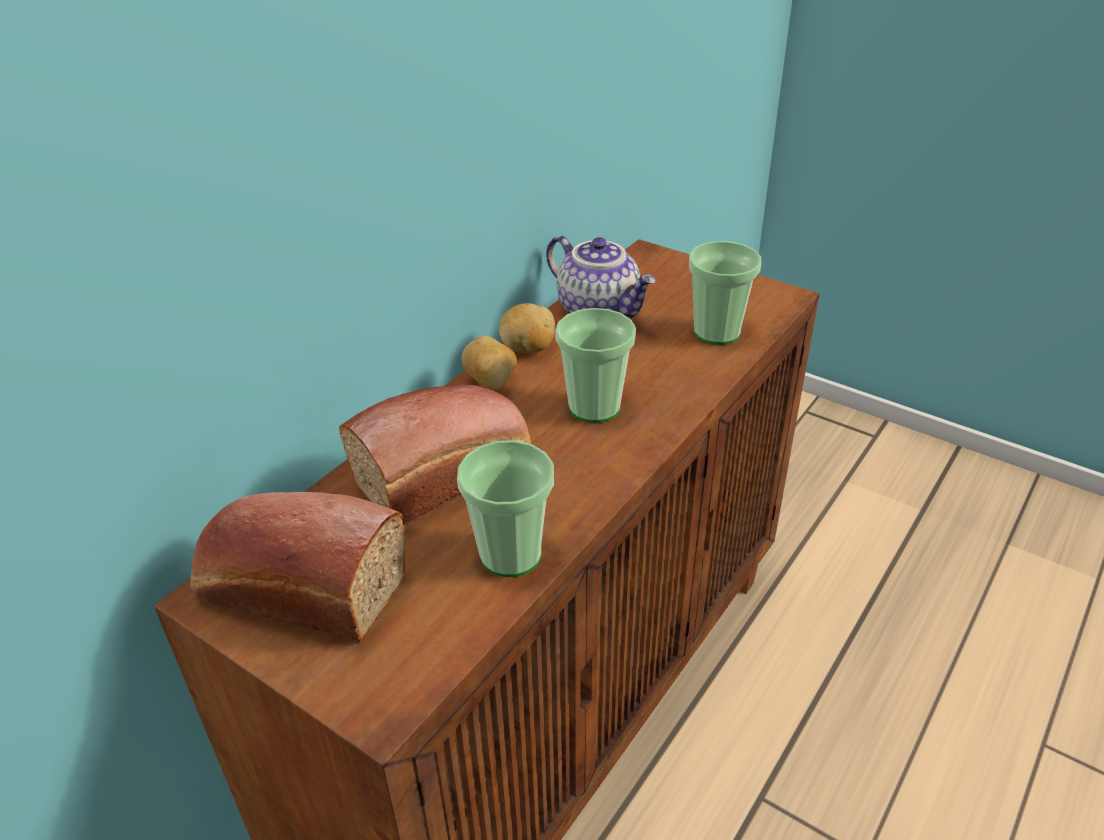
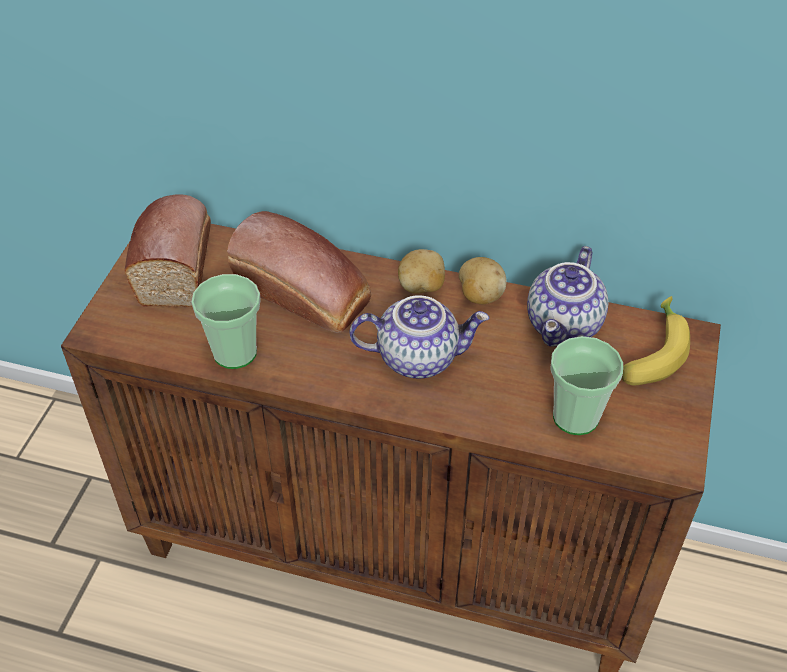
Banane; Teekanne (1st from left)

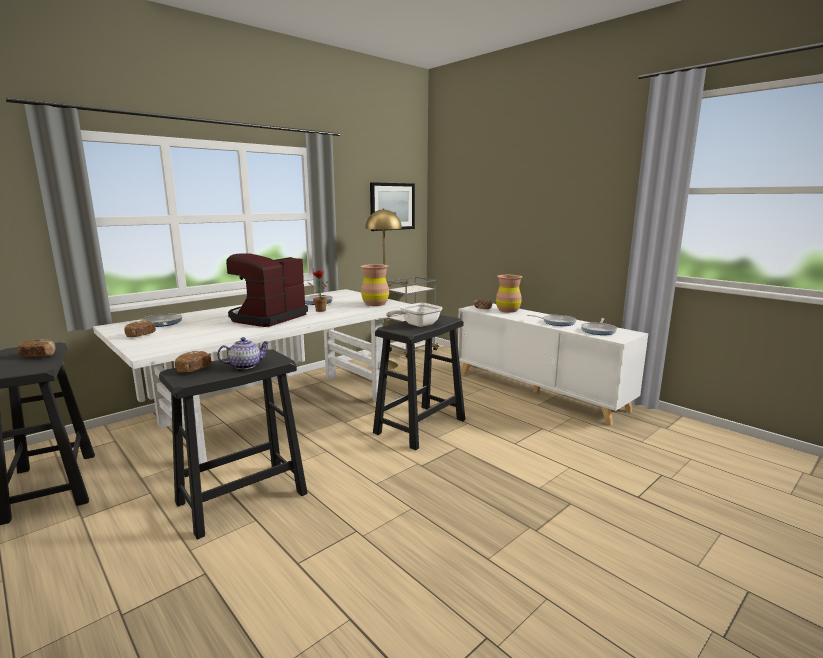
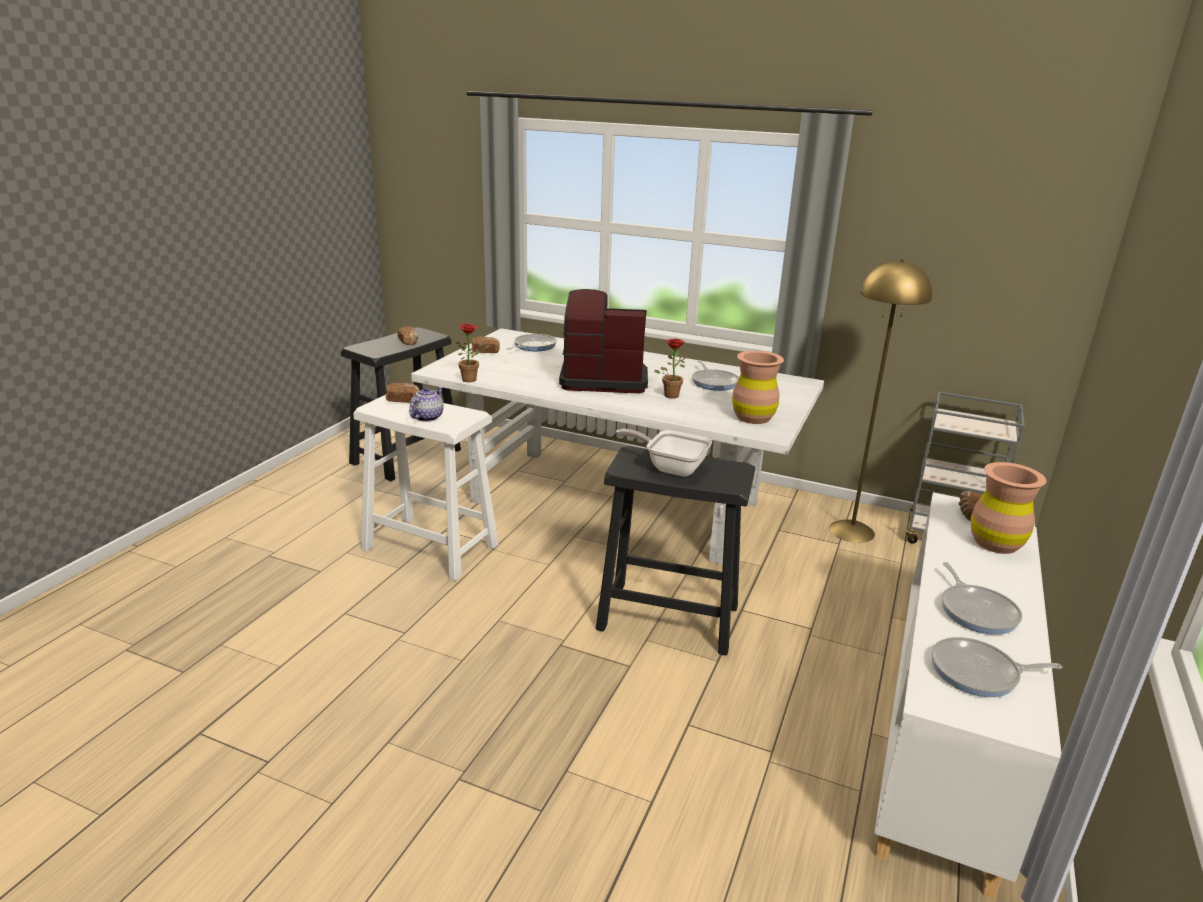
Bild; Topfpflanze (1st from left); Hocker (weiß); Teekanne

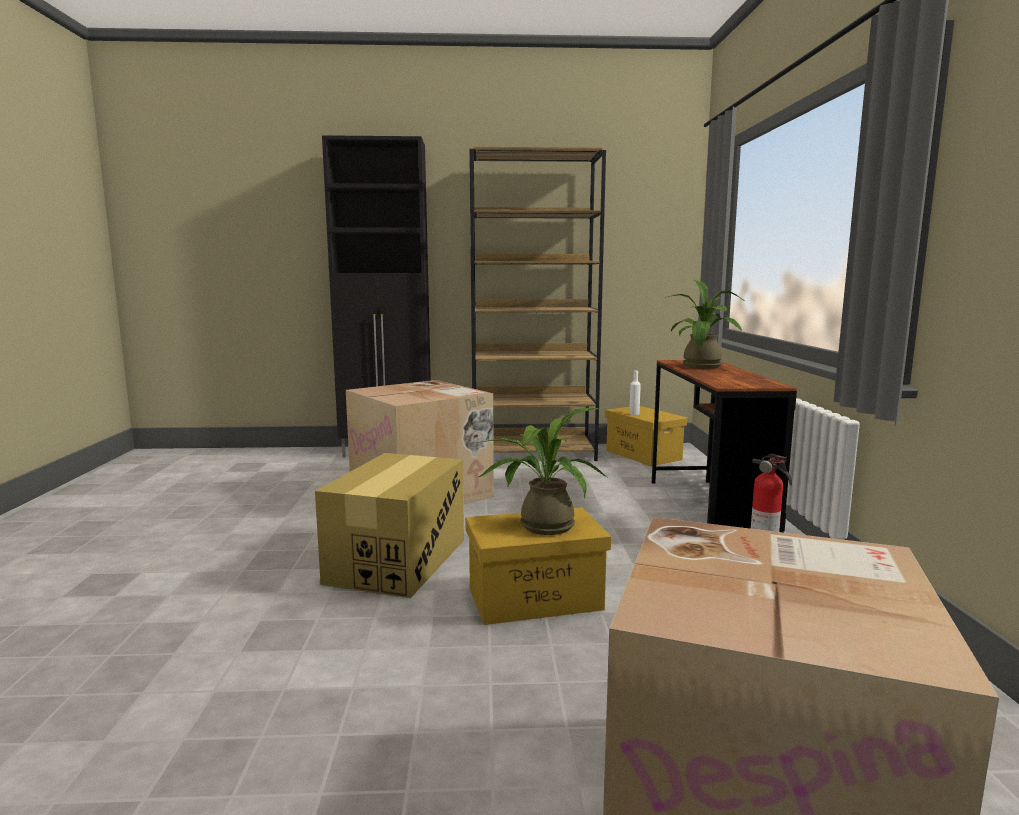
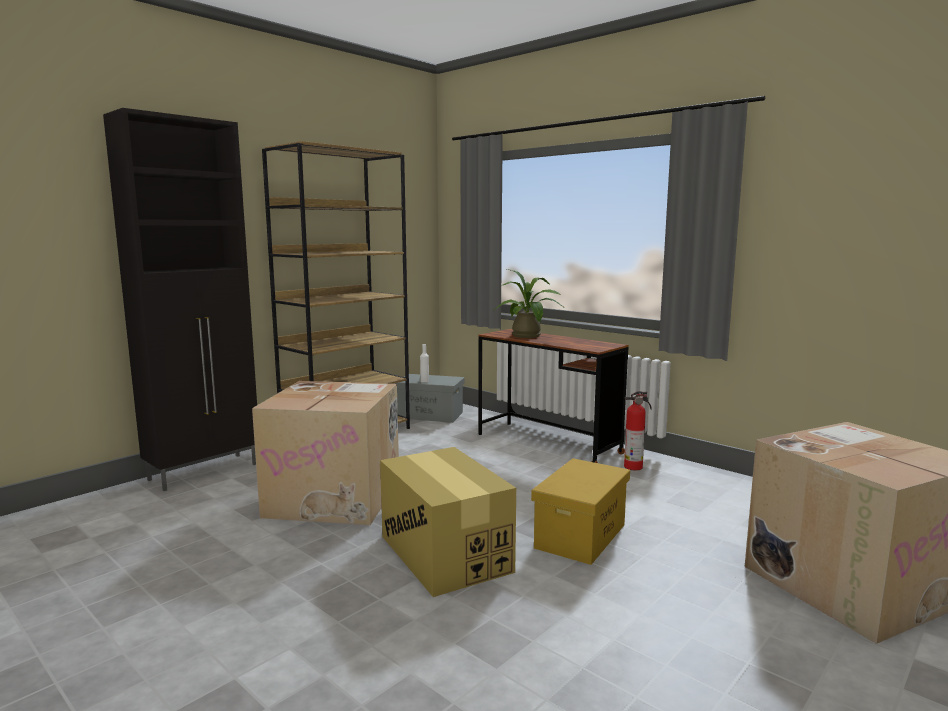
Topfpflanze (1st from left in the first image); Aufbewahrungsbox (grau)

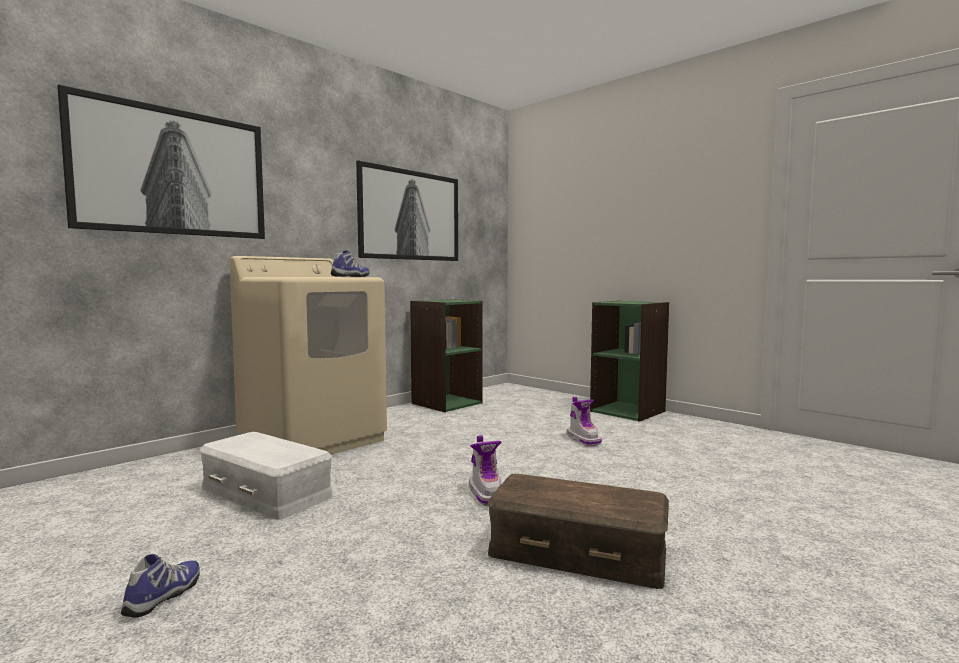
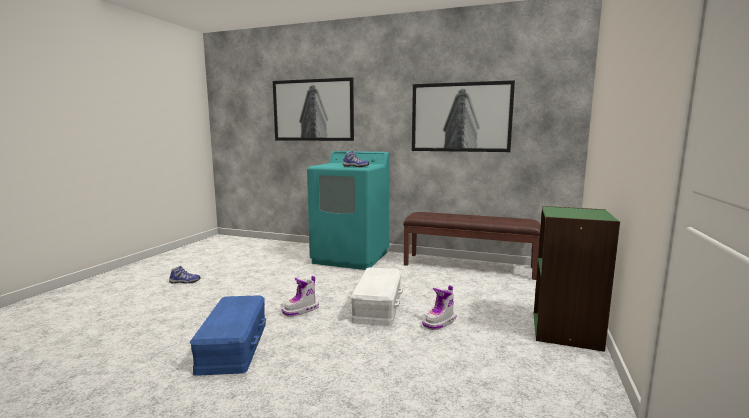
Aufbewahrungsbox (weiß); Bank (braun); Waschmaschine (türkis); Aufbewahrungsbox (blau)

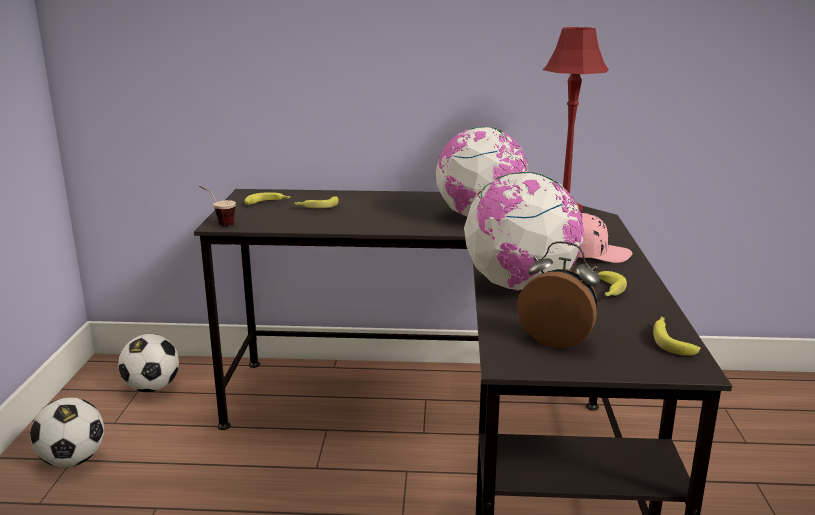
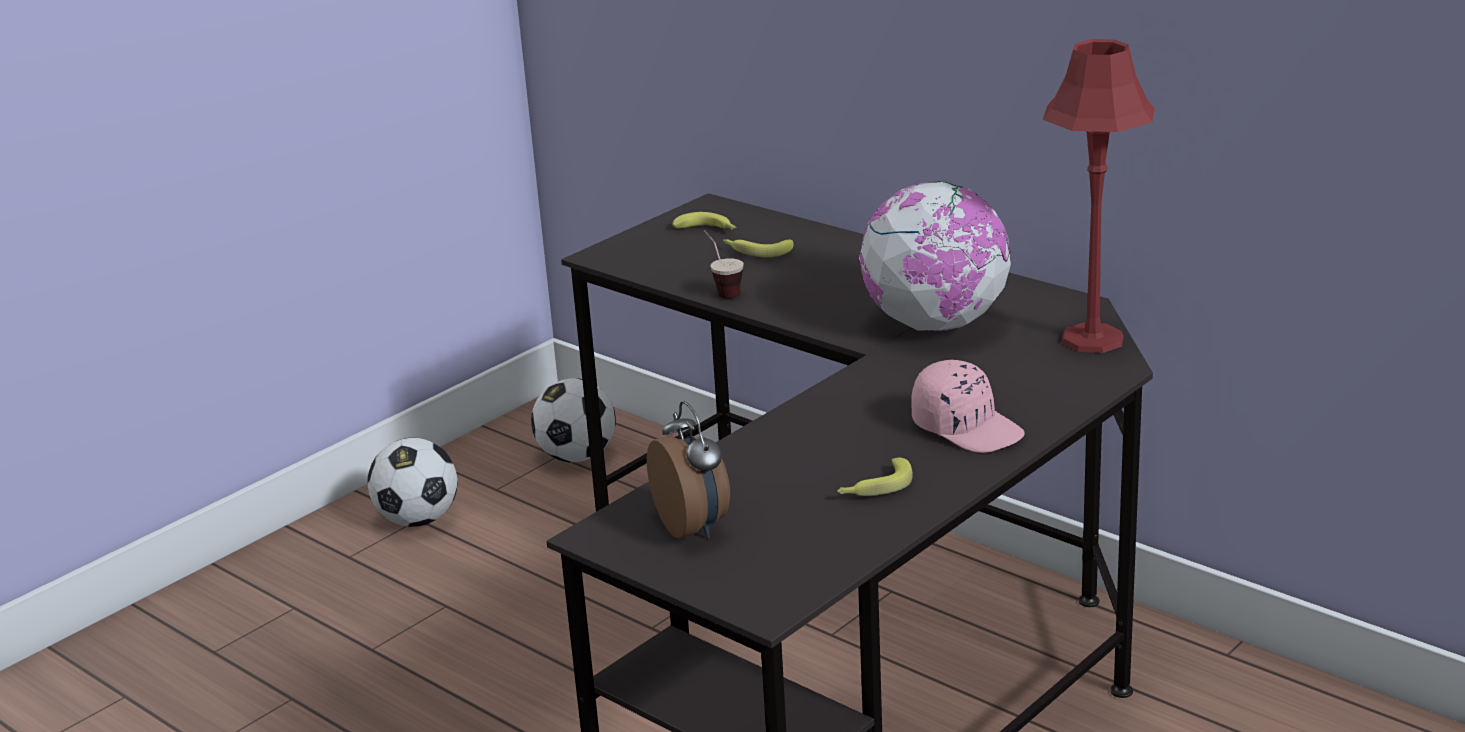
Globus (2nd from left in the first image); Banane (4th from left in the first image); Tasse

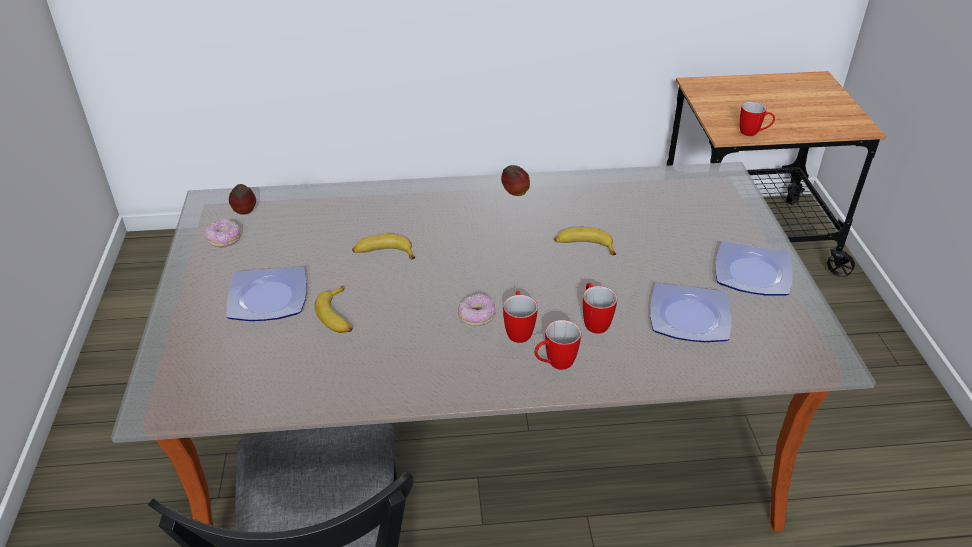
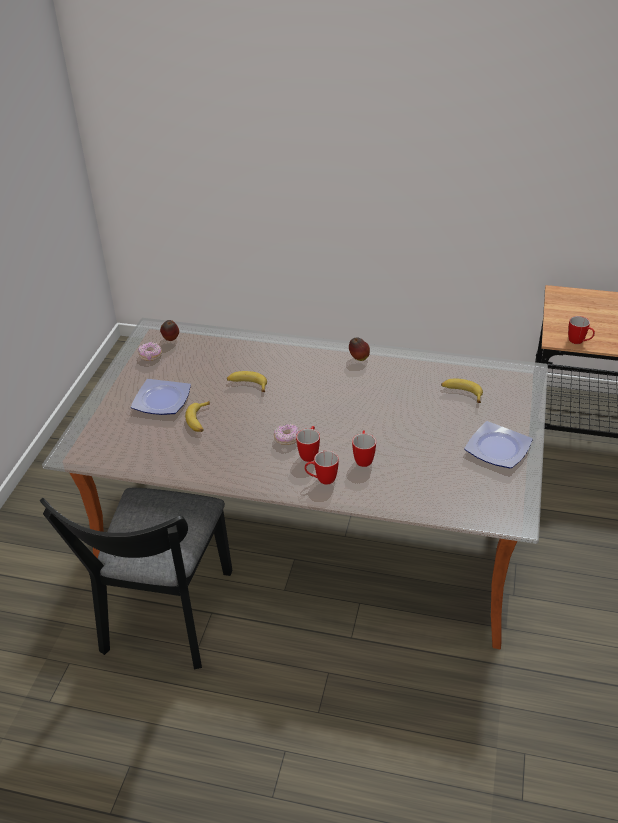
Teller (2nd from left in the first image); Banane (3rd from left)

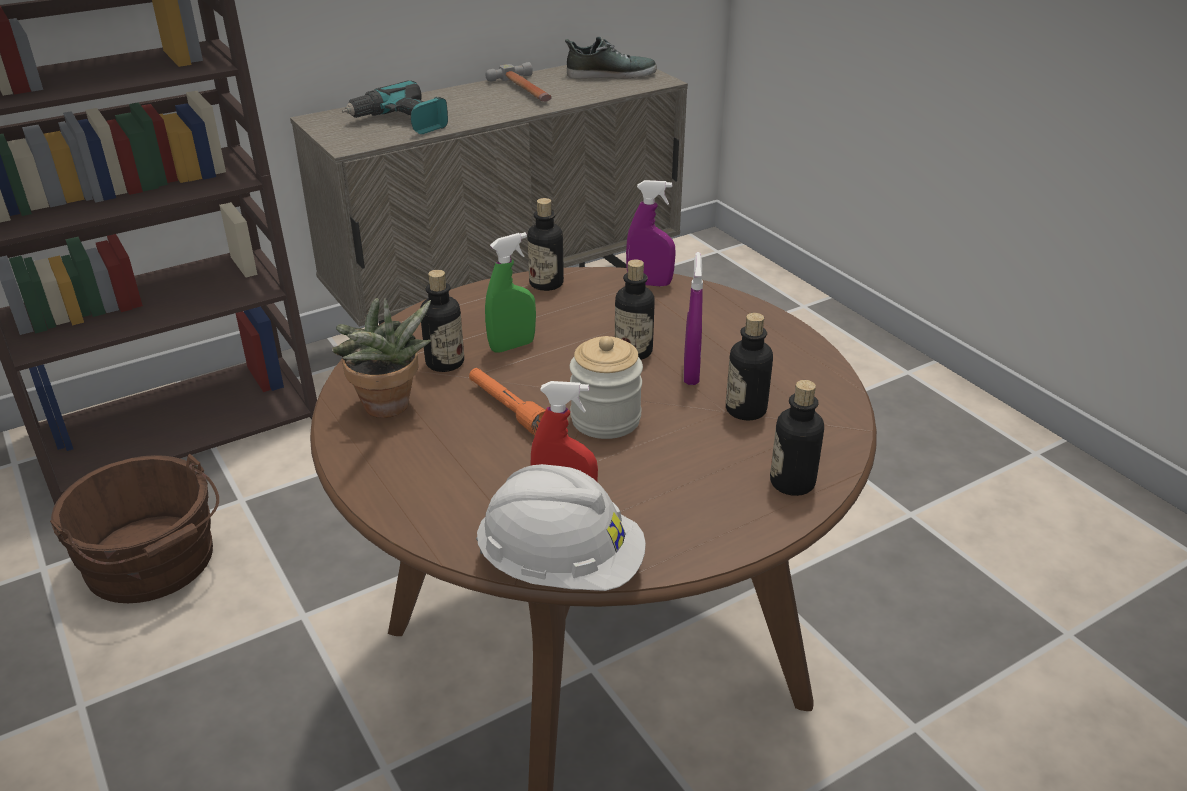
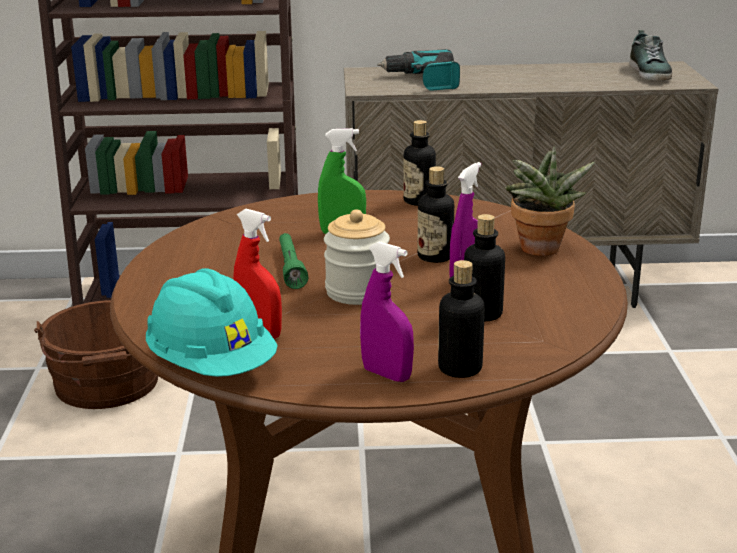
Flasche (1st from left in the first image); Hammer; Topfpflanze; Sprühflasche (lila) (1st from left); Taschenlampe (grün); Schutzhelm (türkis); Schuh

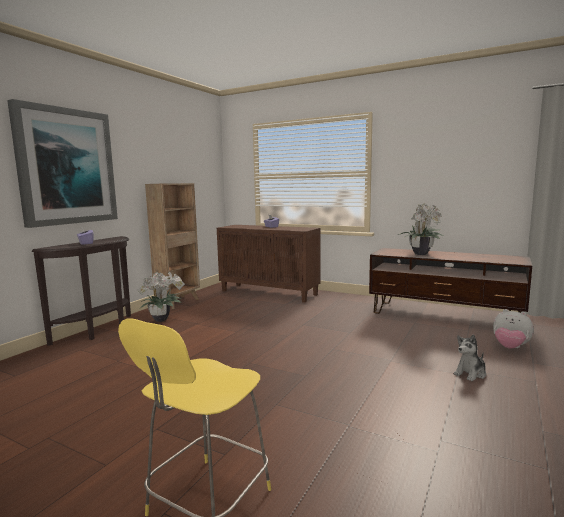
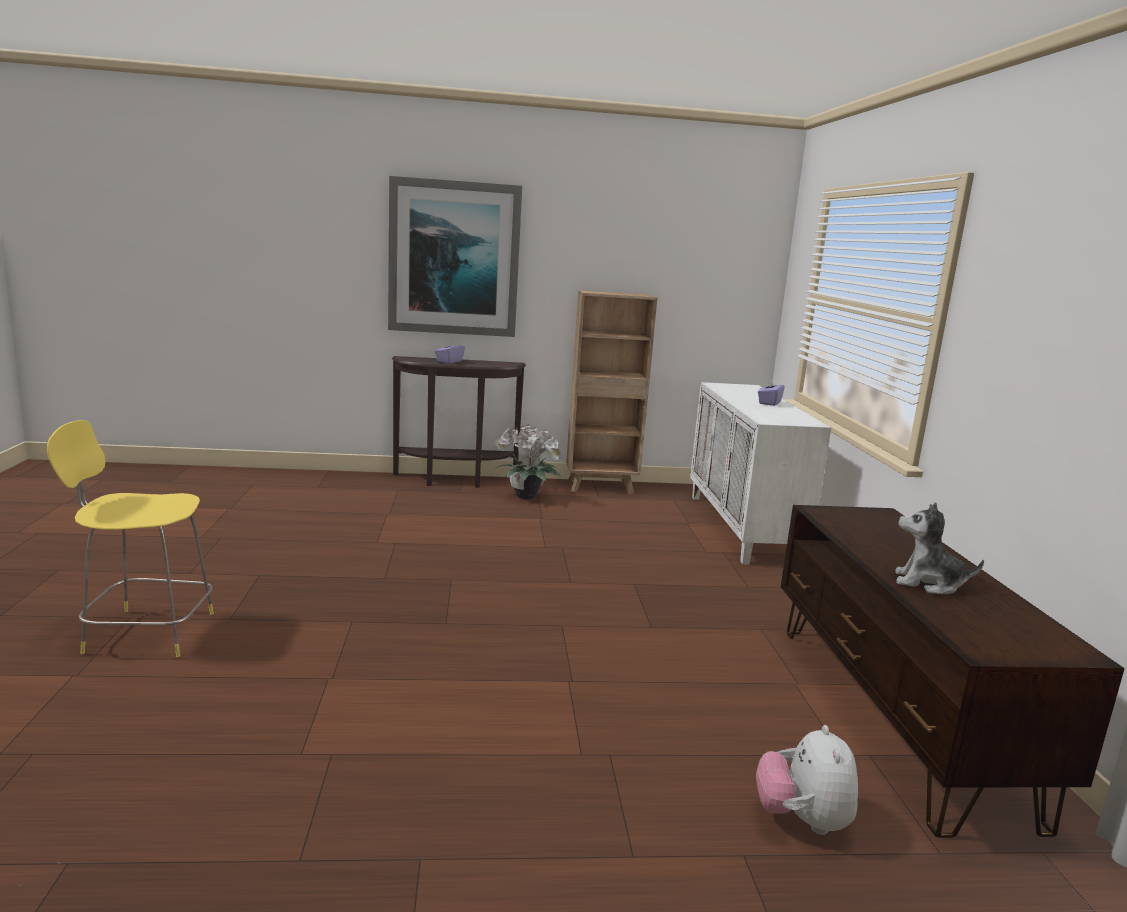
Topfpflanze (2nd from left in the first image); Plüschtier (2nd from left); Schrank (weiß)

